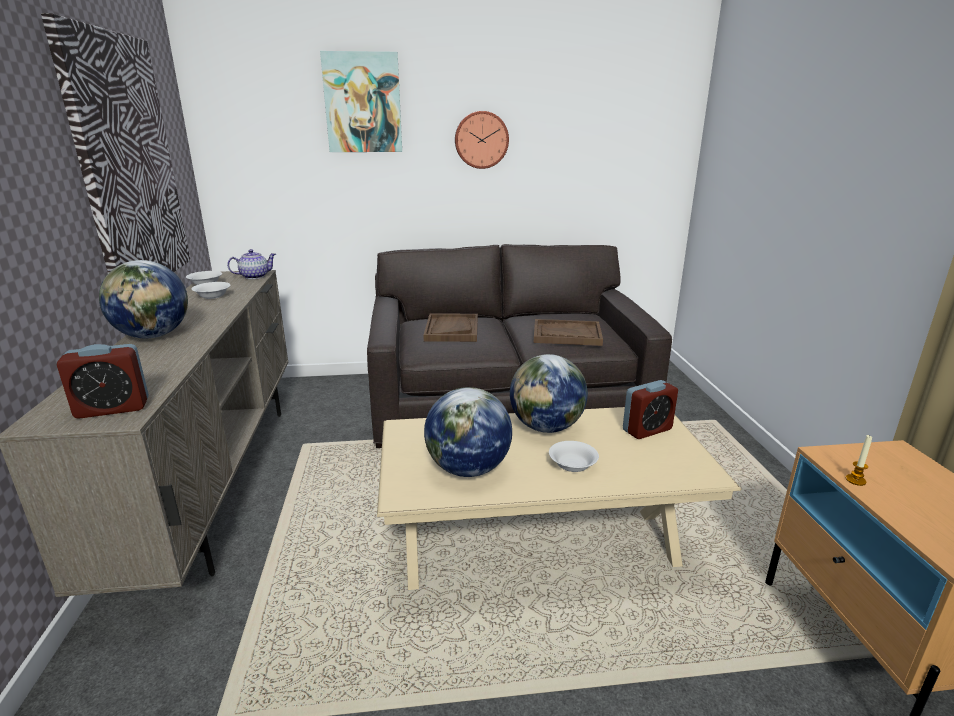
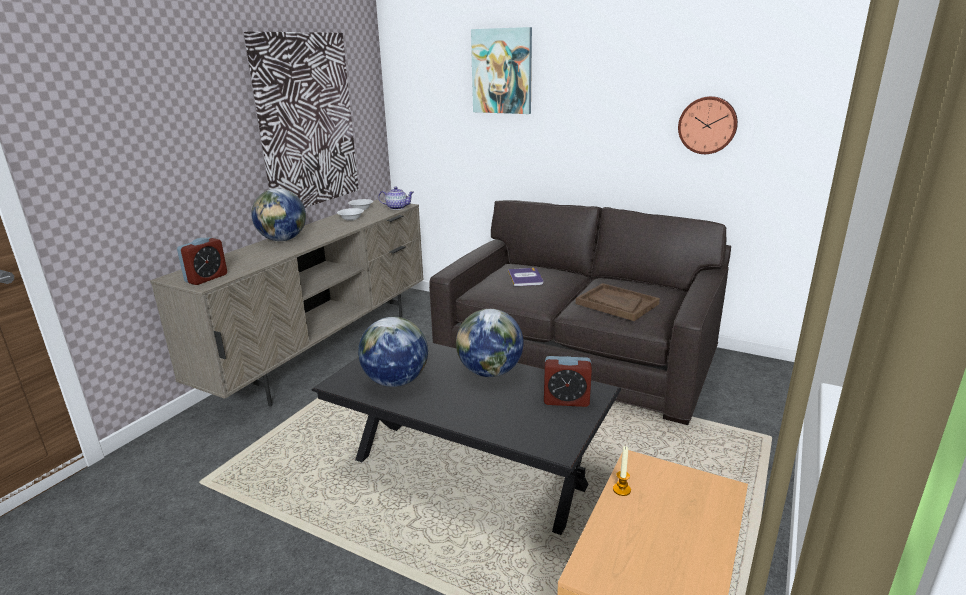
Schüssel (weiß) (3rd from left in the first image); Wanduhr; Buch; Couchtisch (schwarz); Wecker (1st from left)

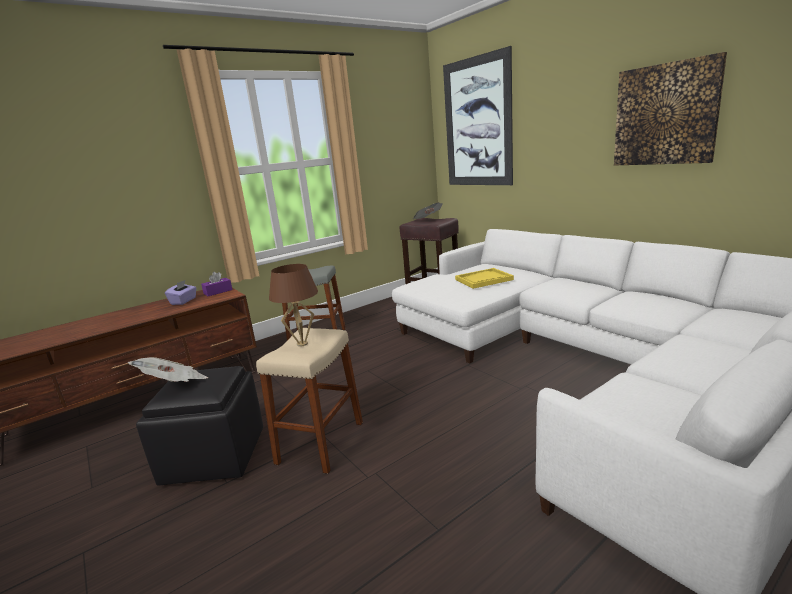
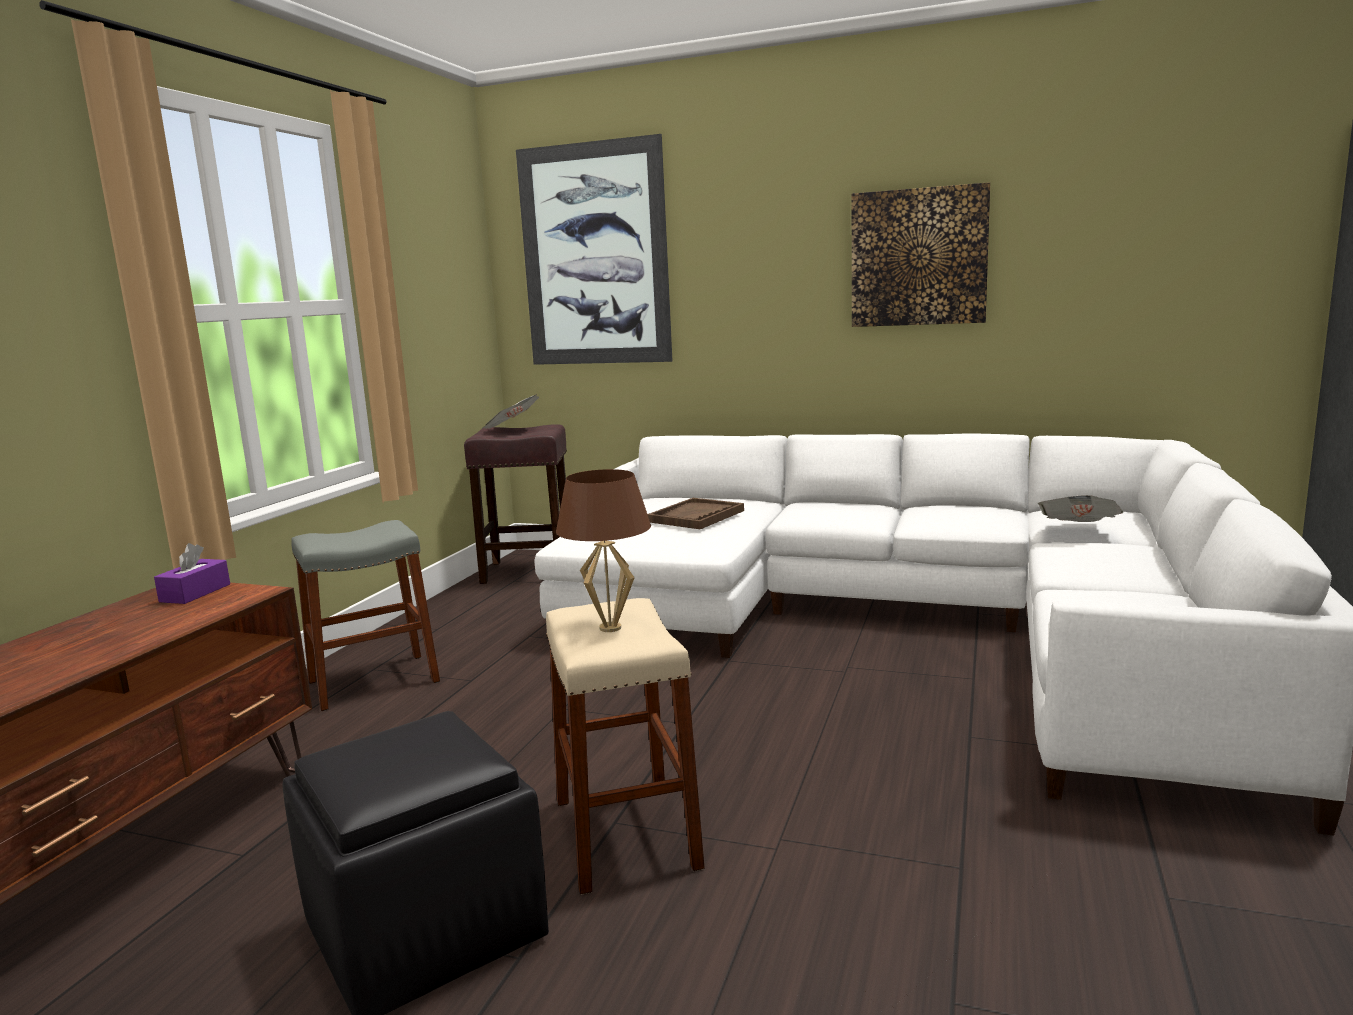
Taschentuchbox (lila) (1st from left in the first image); Zeitung (2nd from left); Tablett (braun)

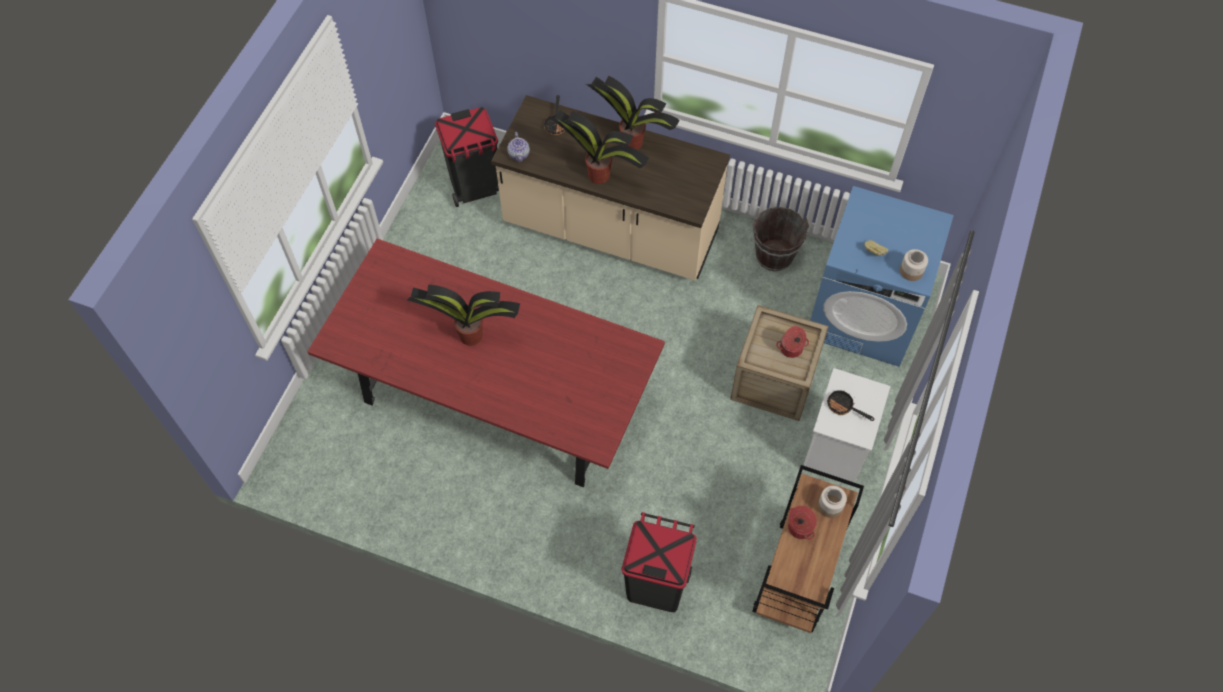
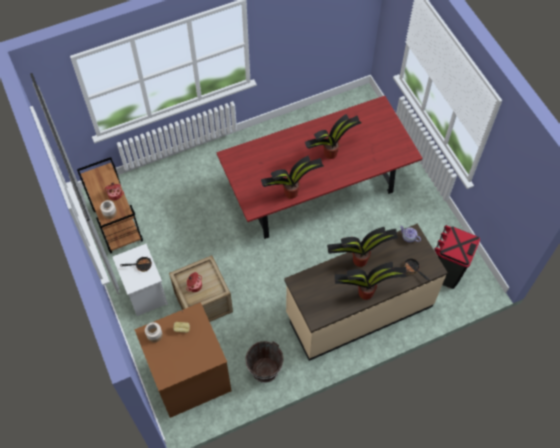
Mülleimer (schwarz) (2nd from left in the first image); Topfpflanze (1st from left); Waschmaschine (braun)

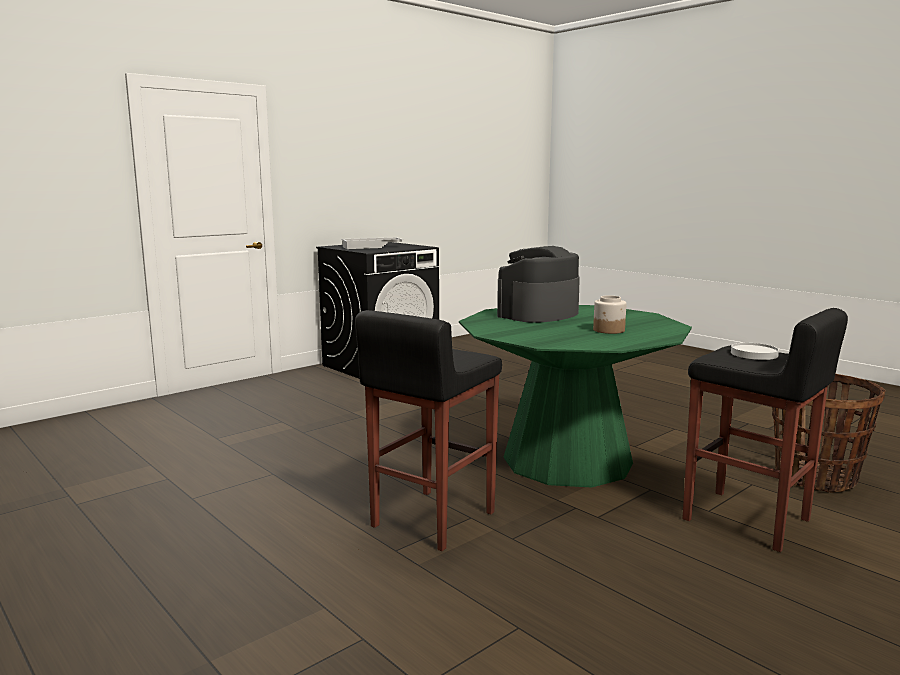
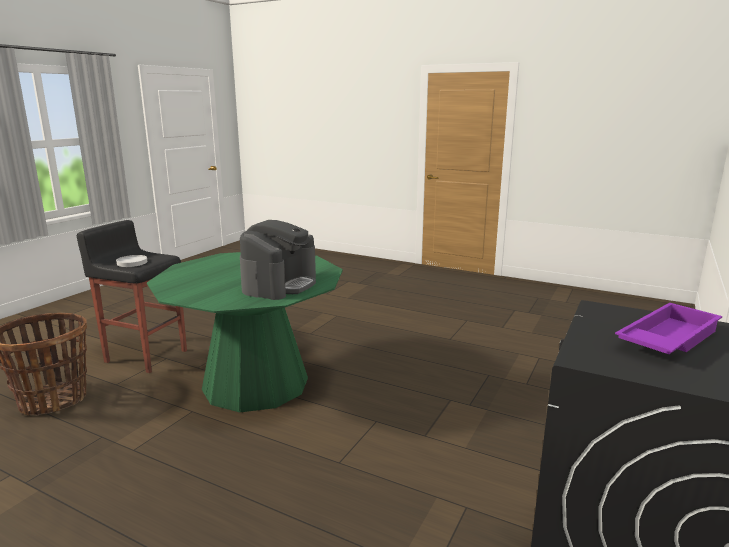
Hocker (schwarz) (1st from left in the first image); Vorratsglas; Tablett (lila)

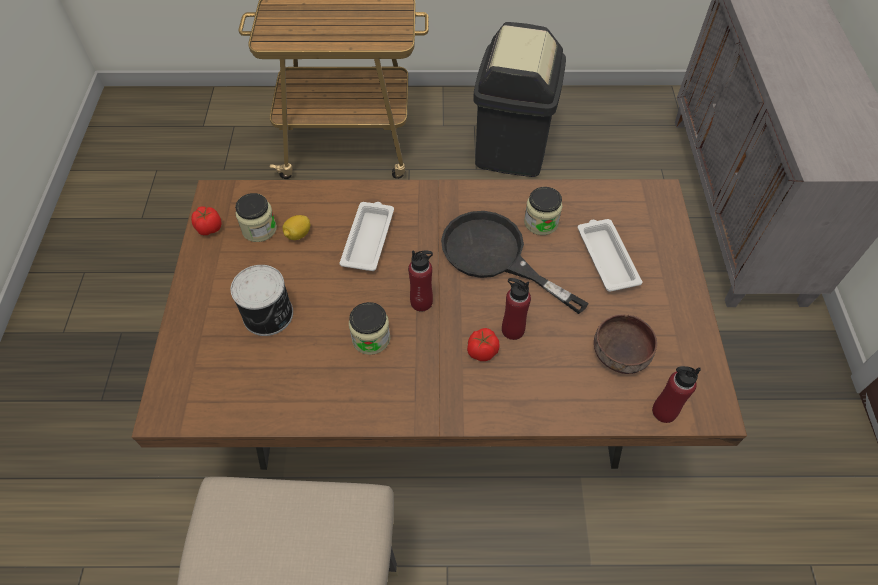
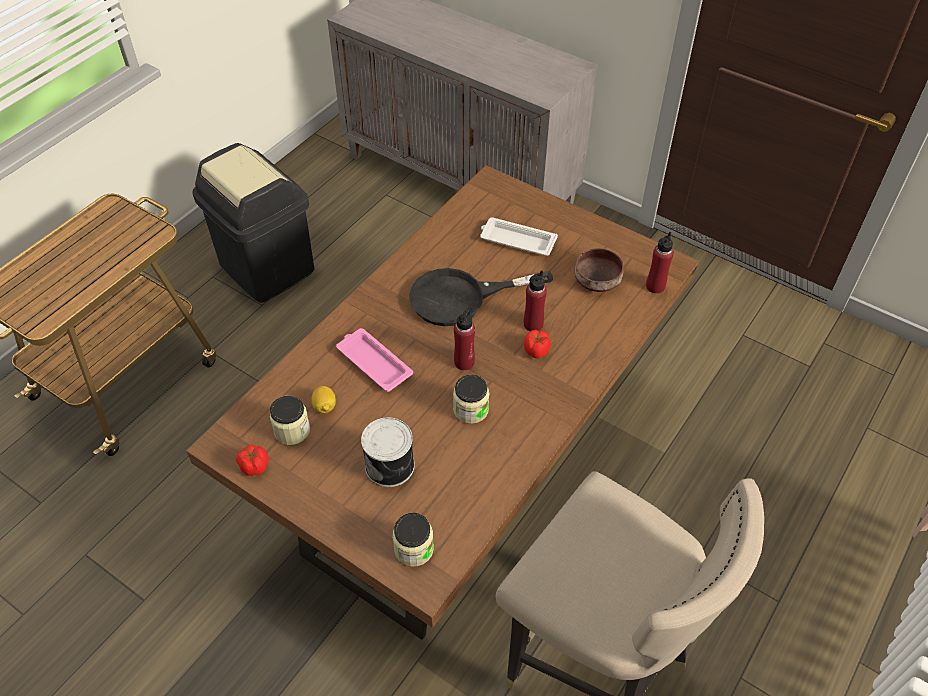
Vorratsglas (2nd from left); Tablett (rosa)

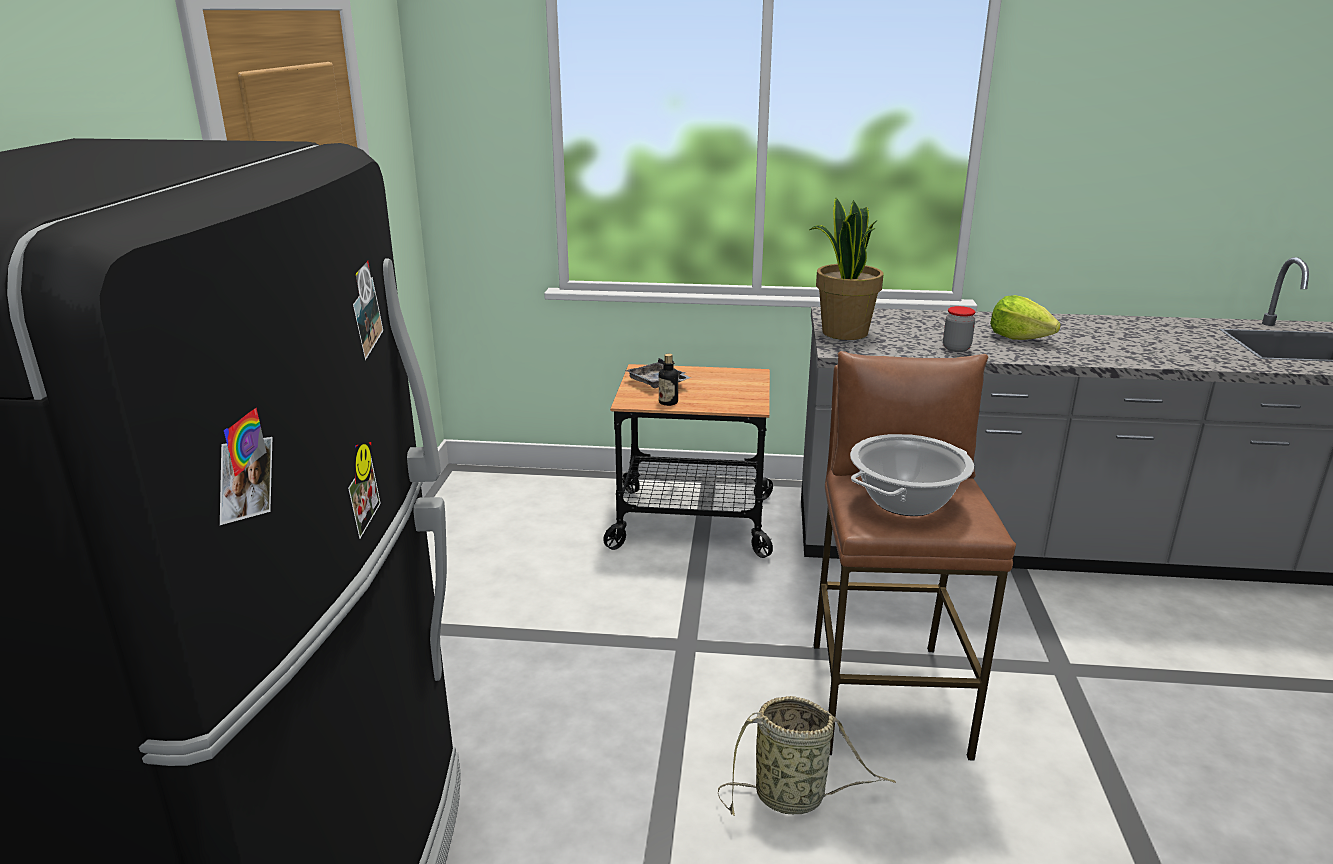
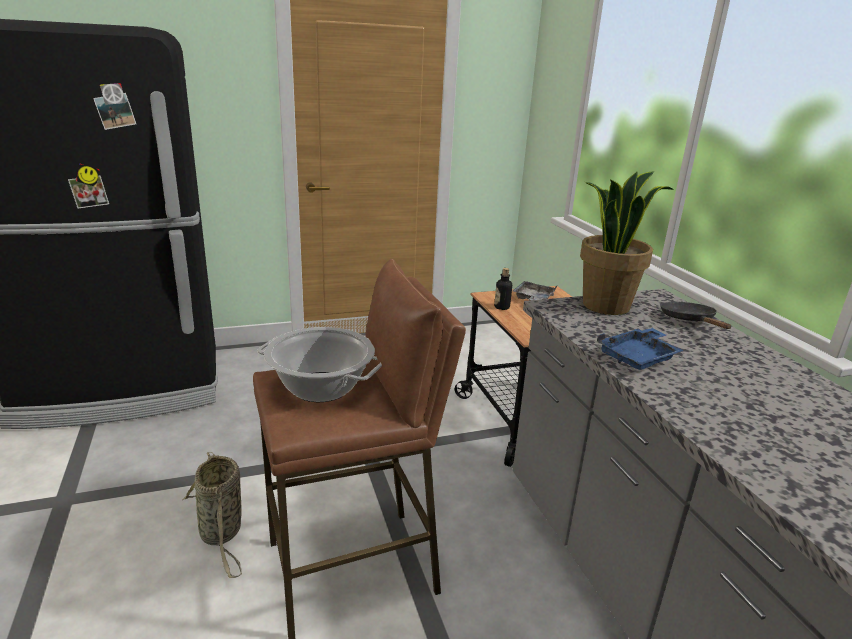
Salatkopf; Pfanne (schwarz); Tablett (blau)

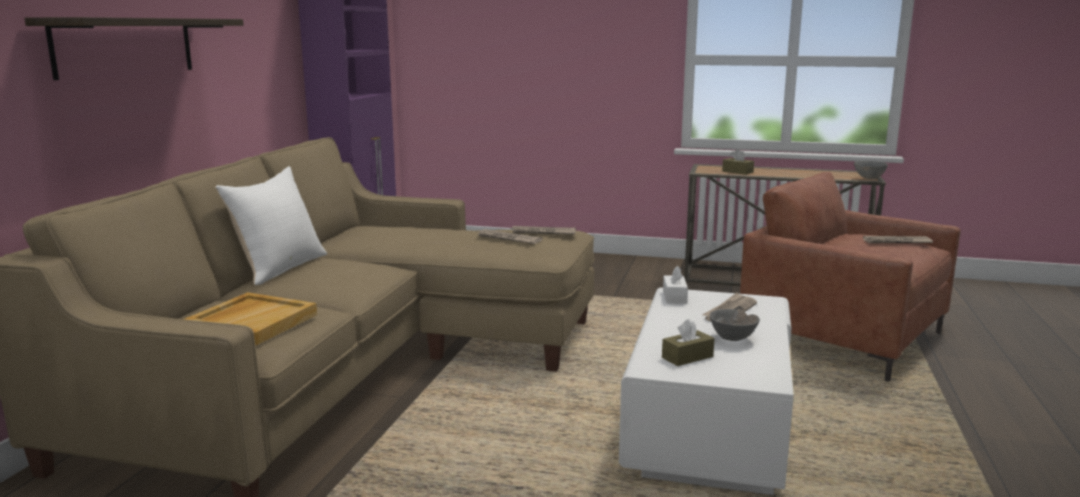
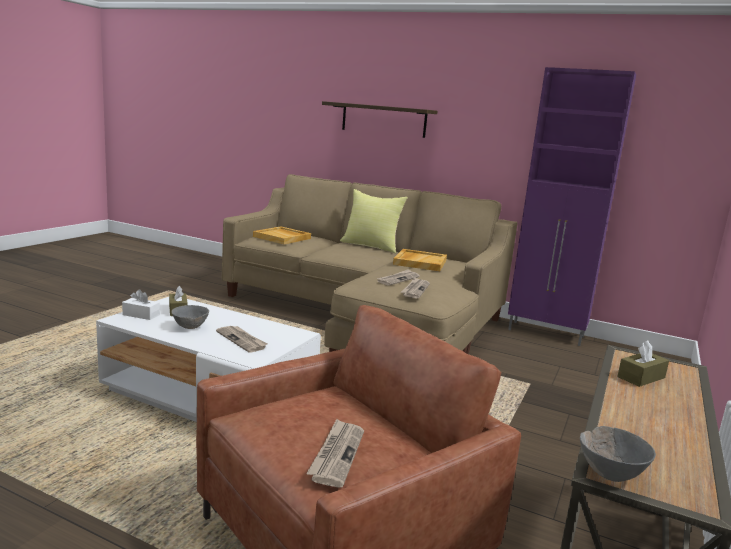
Tablett (beige) (2nd from left); Taschentuchbox (weiß); Kissen (gelb)

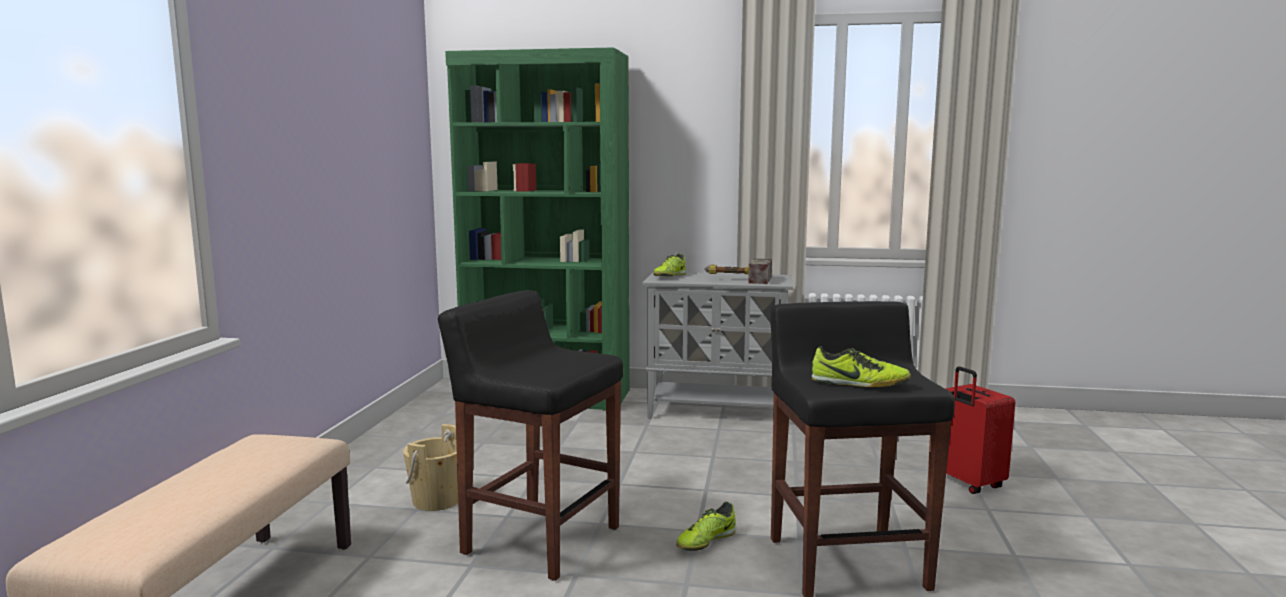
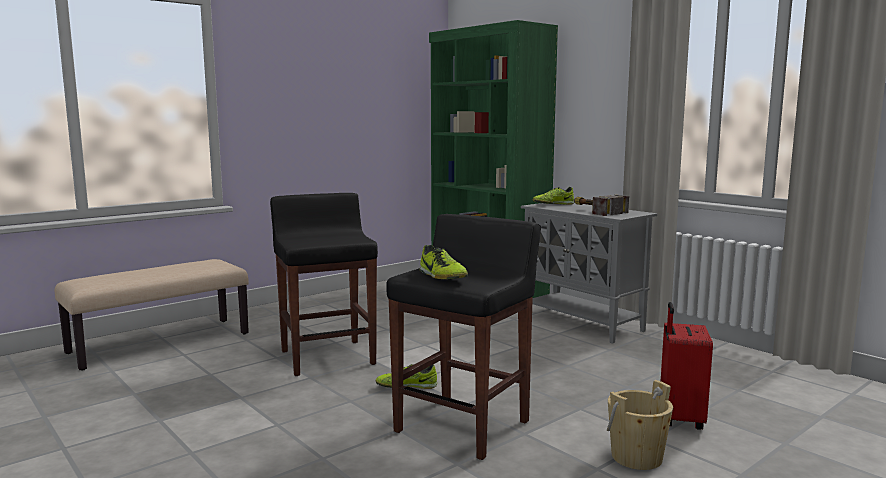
Eimer (beige)

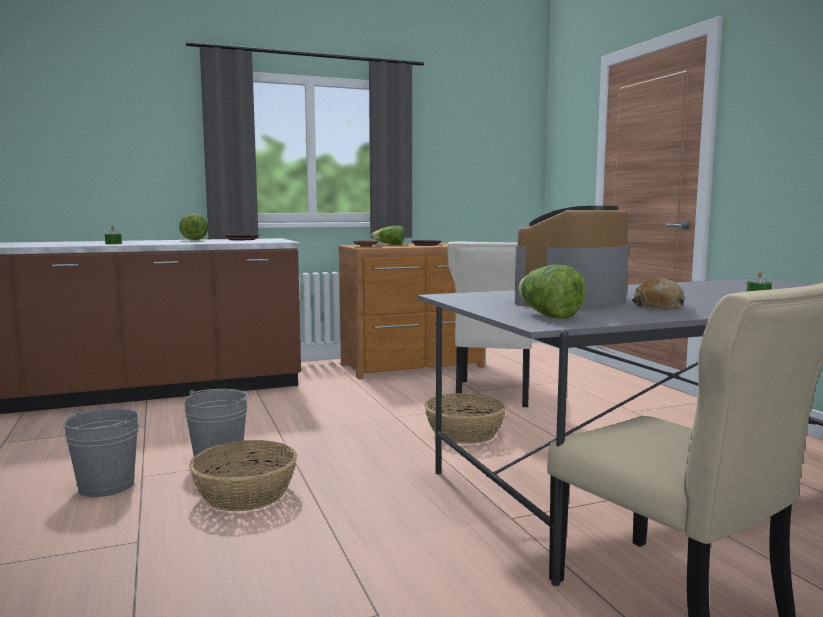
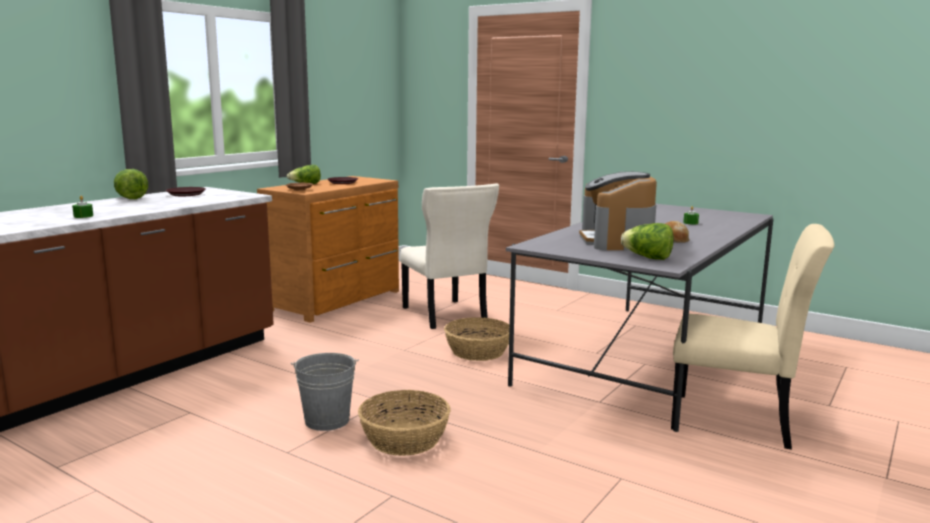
Eimer (grau) (1st from left in the first image)

